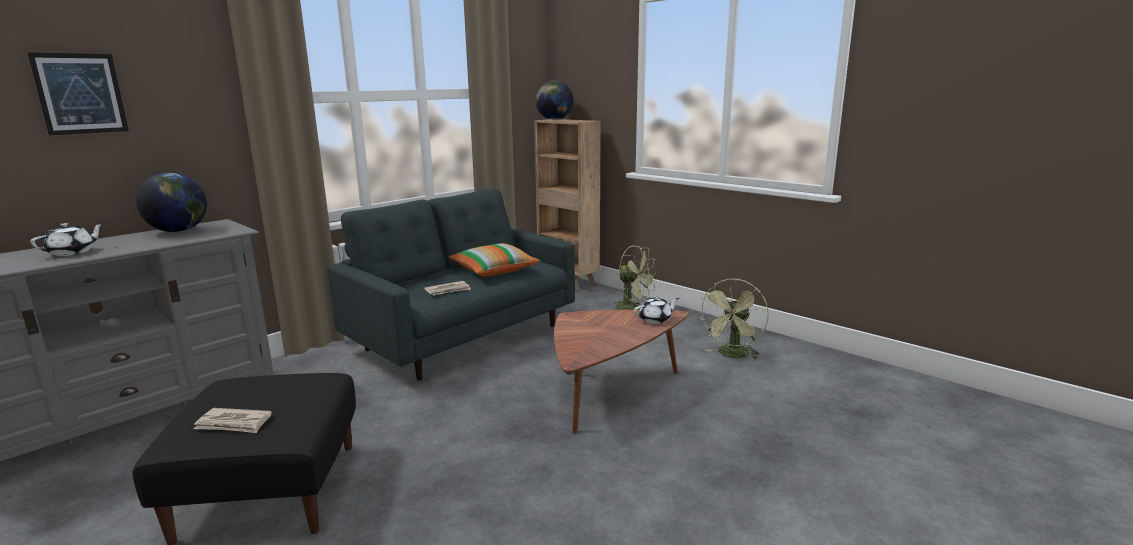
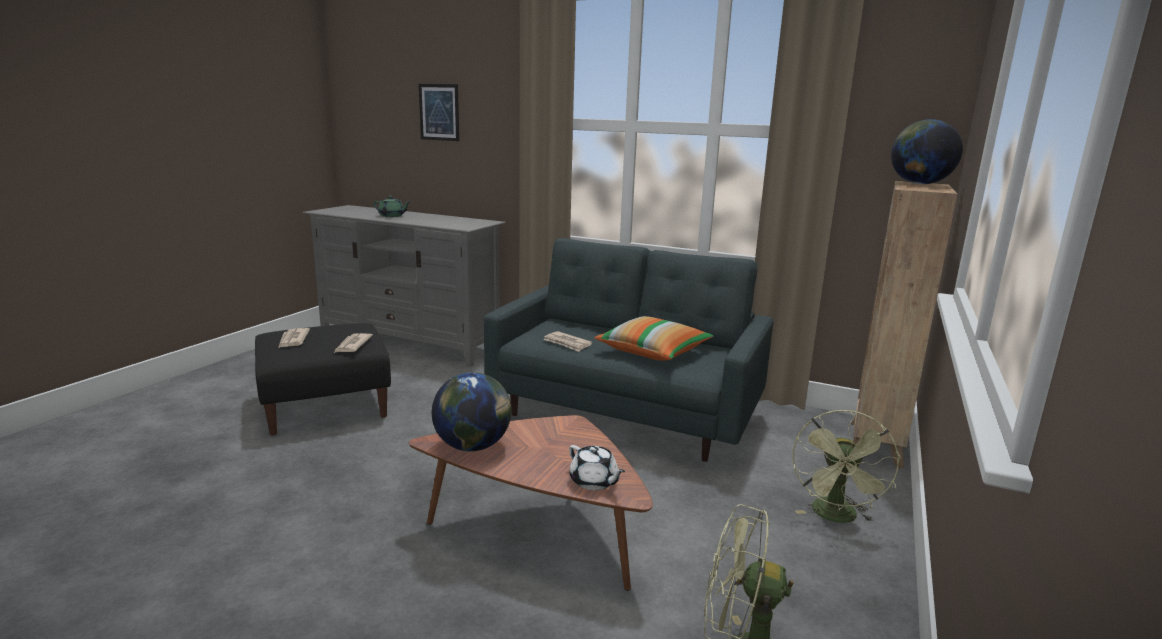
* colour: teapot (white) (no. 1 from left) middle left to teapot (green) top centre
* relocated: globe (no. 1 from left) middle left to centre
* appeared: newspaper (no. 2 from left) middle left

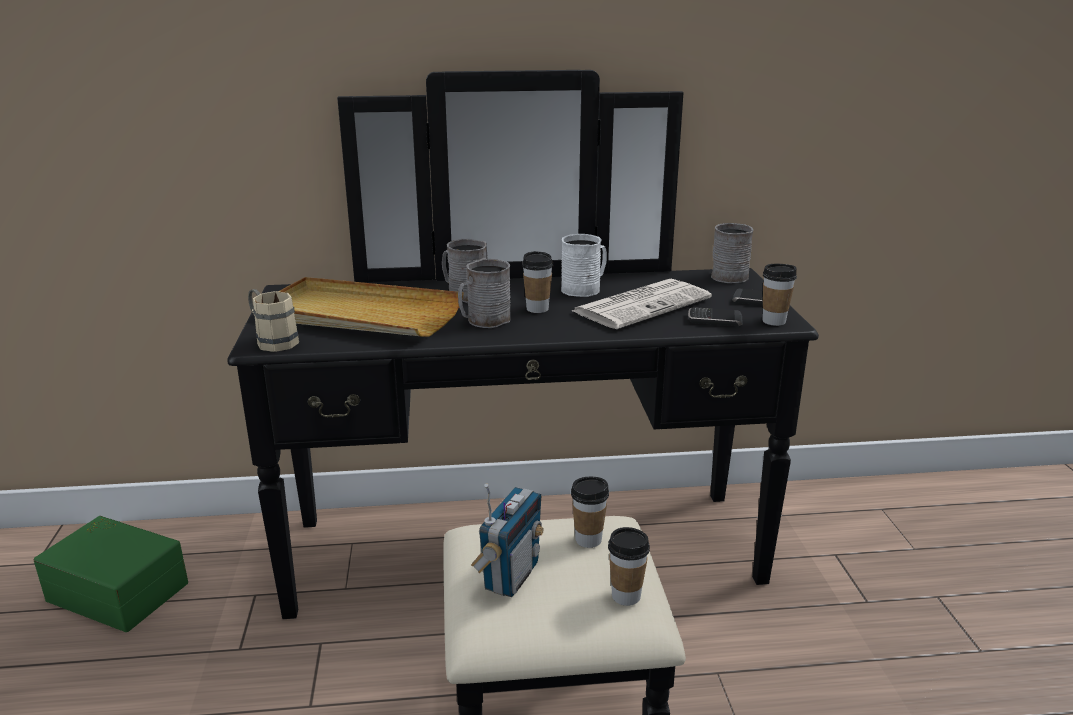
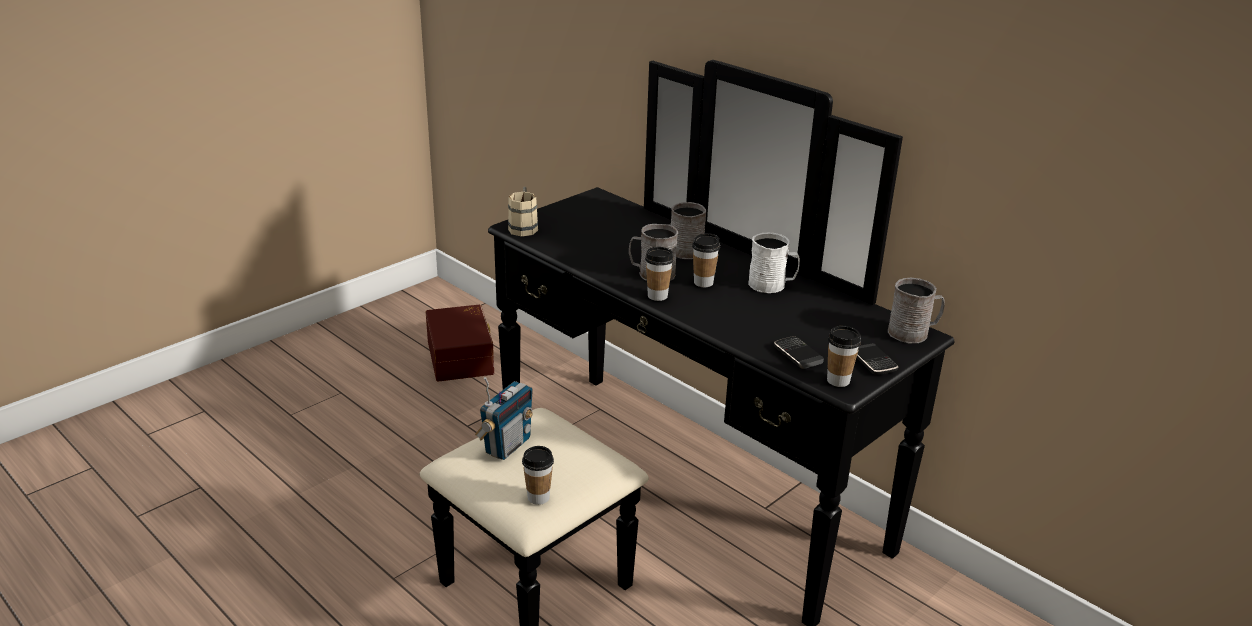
* colour: storage box (green) bottom left to storage box (brown) centre
* missing: tray (beige) centre
* spun: radio bottom centre = bottom centre 45 degrees counterclockwise
* relocated: cup (no. 2 from left) bottom centre to centre
* missing: newspaper centre

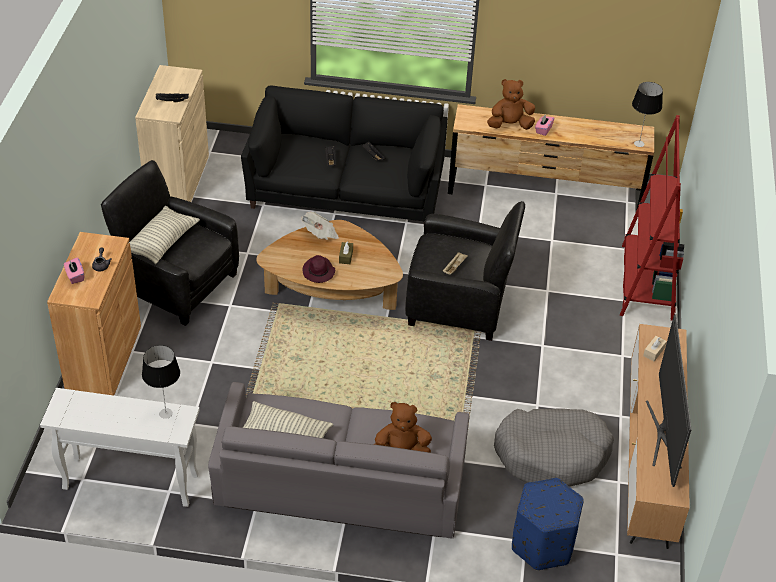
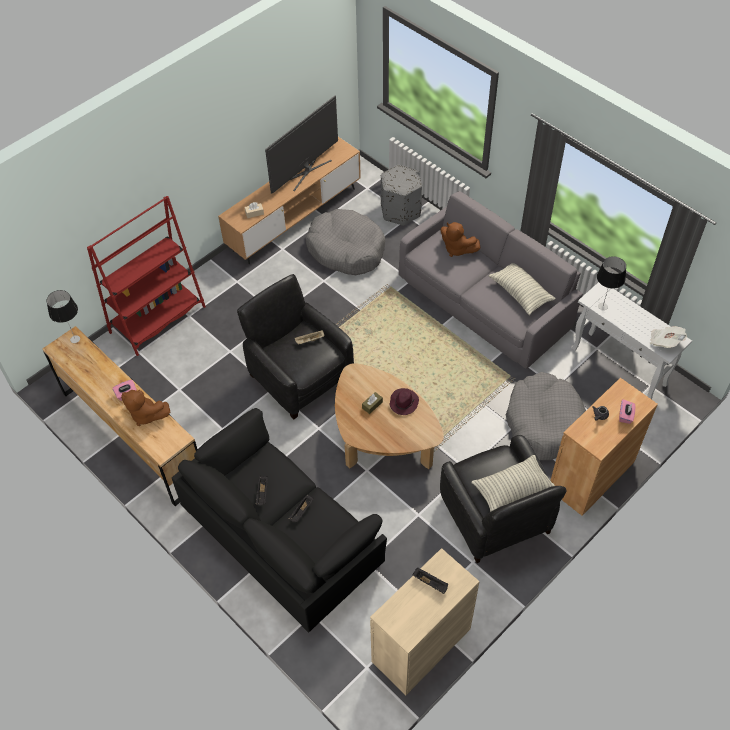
* relocated: newspaper centre to middle right
* colour: ottoman (blue) bottom right to ottoman (grey) top centre
* appeared: dog bed (grey) (no. 2 from left) middle right

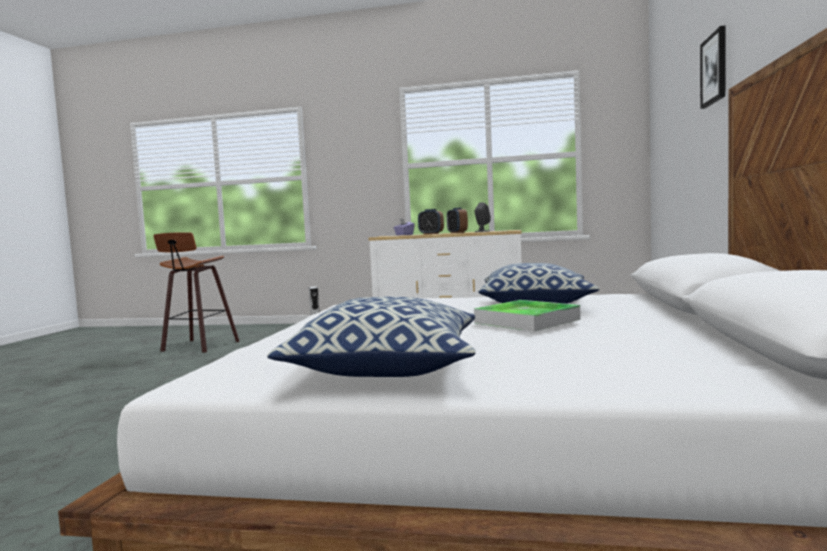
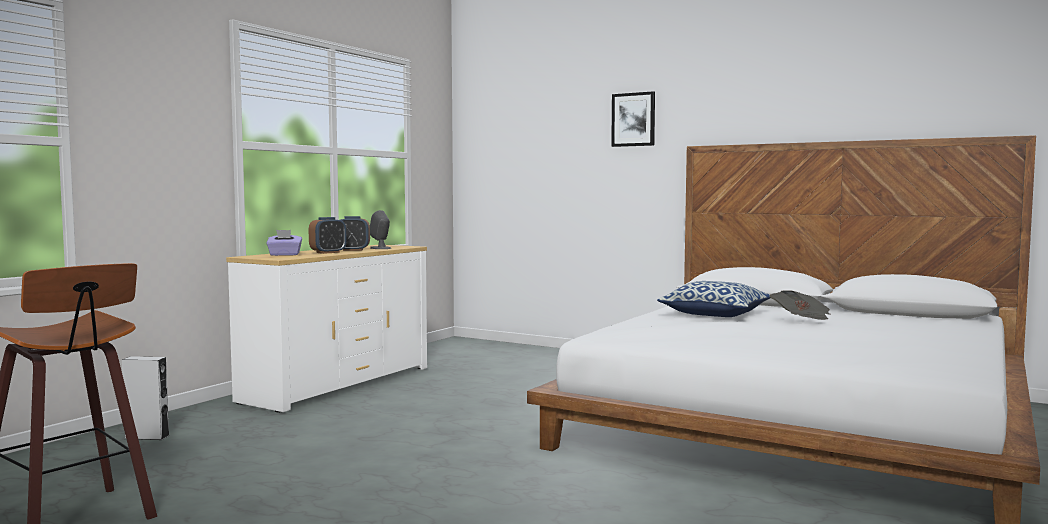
* missing: pillow (no. 1 from left) centre
* exchanged: tray centre to newspaper middle right

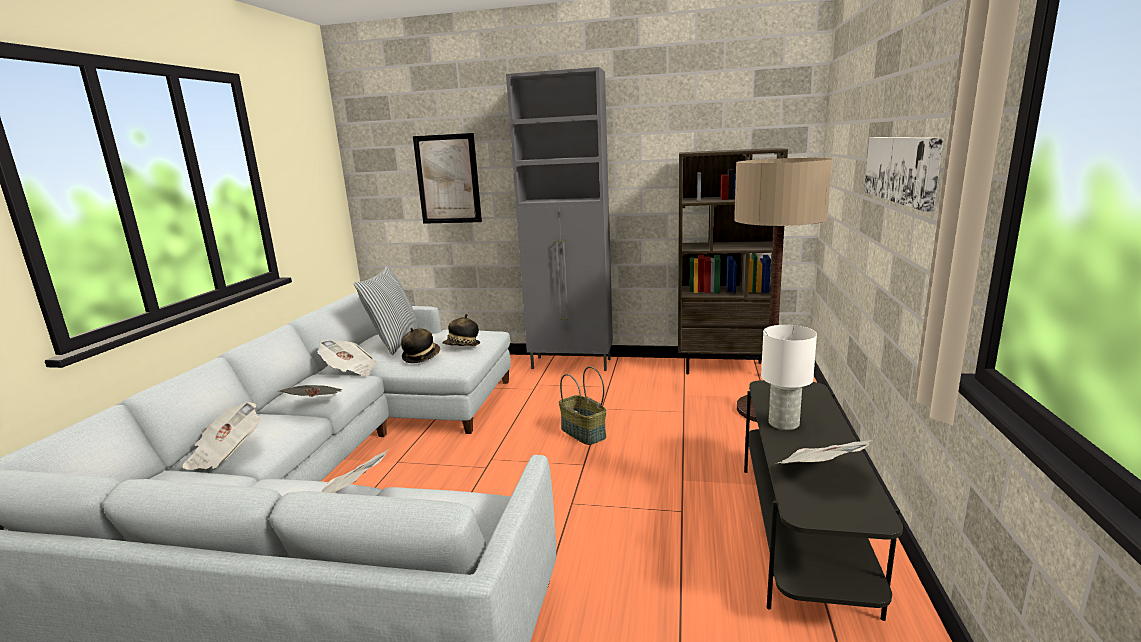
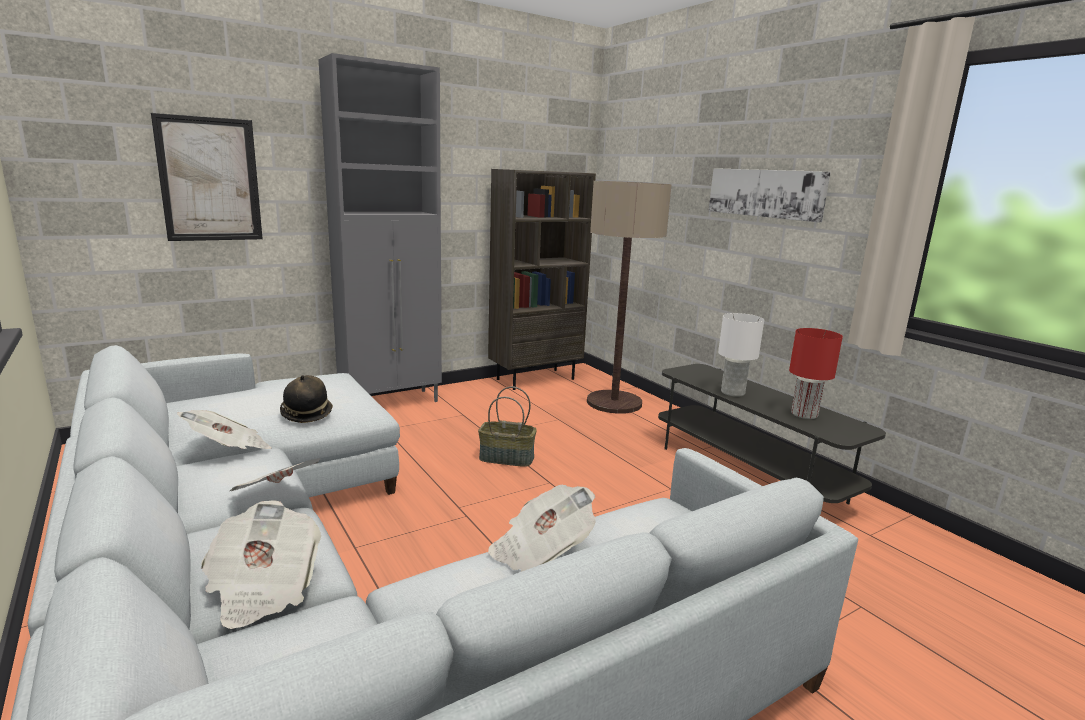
* missing: pillow centre
* missing: hat (no. 2 from left) centre
* exchanged: newspaper (no. 5 from left) bottom right to table lamp (red) middle right

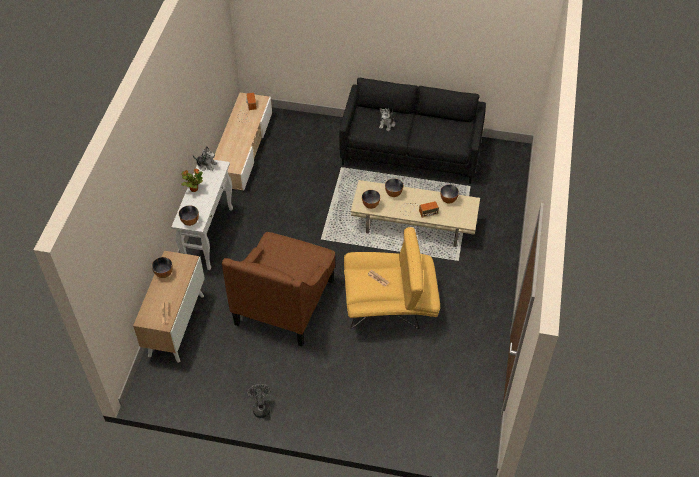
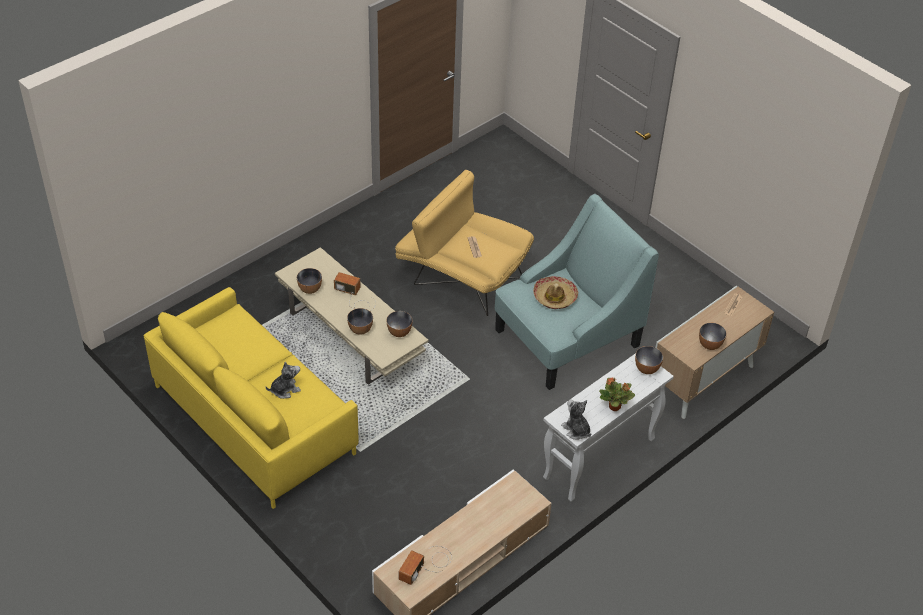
* colour: armchair (brown) centre to armchair (turquoise) centre
* missing: fan (grey) bottom centre
* colour: sofa (black) top centre to sofa (yellow) middle left
* appeared: hat centre

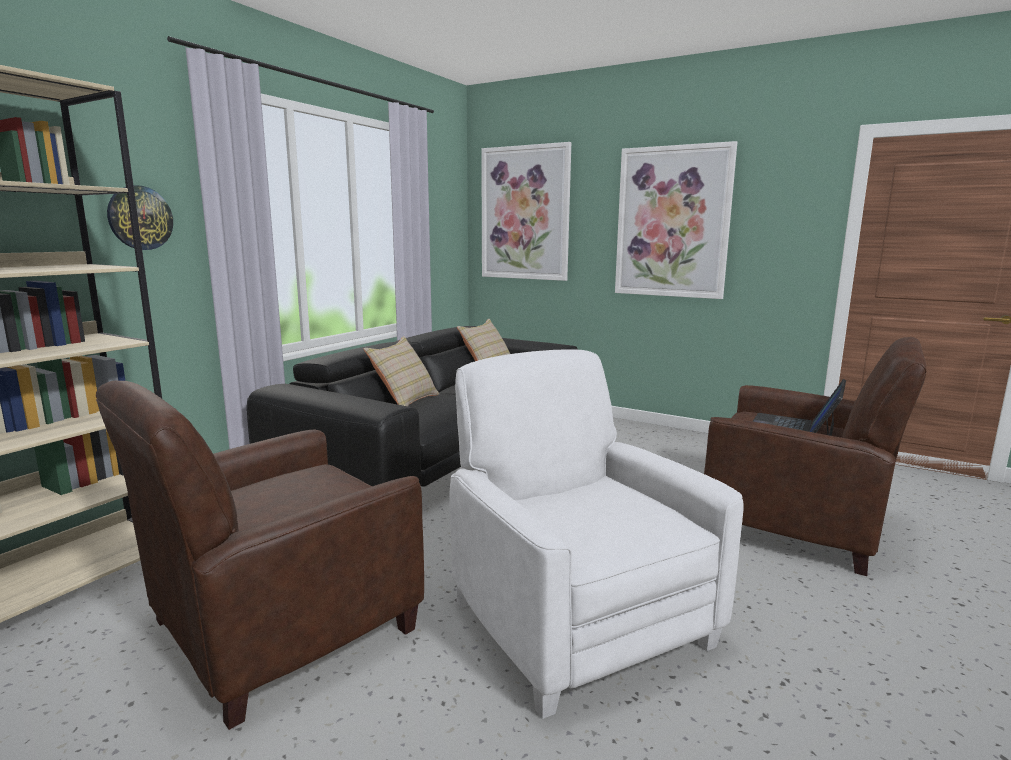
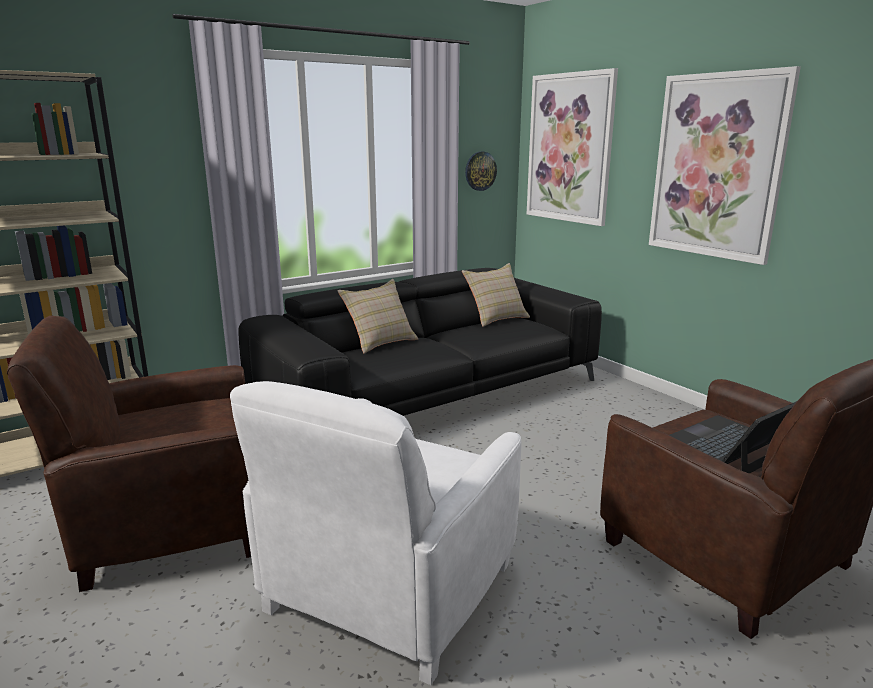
* relocated: wall clock top left to top centre
* spun: armchair (white) bottom centre = bottom centre 150 degrees counterclockwise

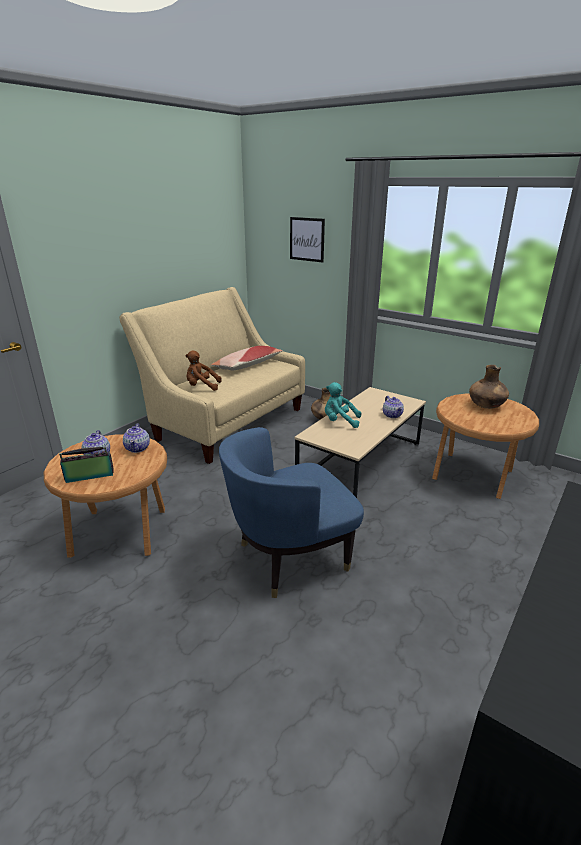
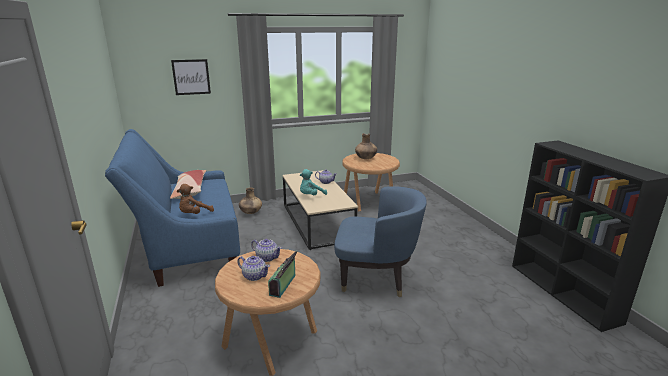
* colour: sofa (beige) centre to sofa (blue) middle left
* spun: armchair (blue) centre = centre 90 degrees counterclockwise

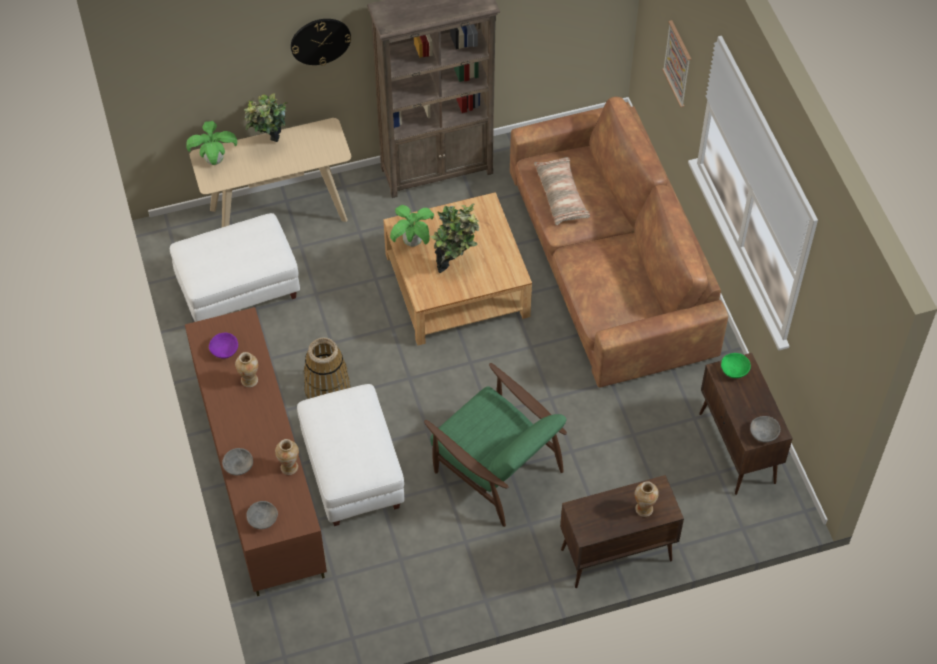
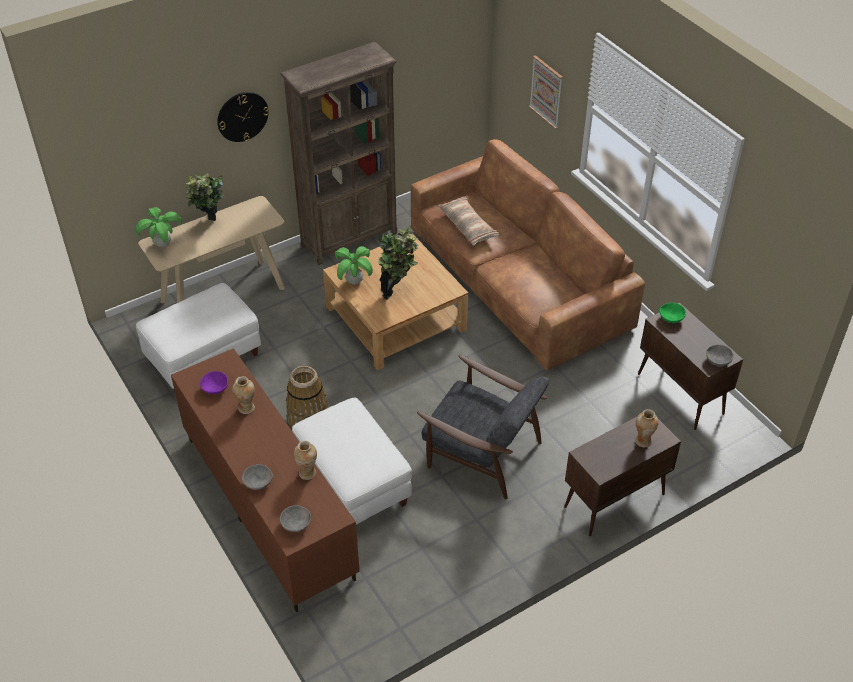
* colour: armchair (green) bottom centre to armchair (grey) centre

